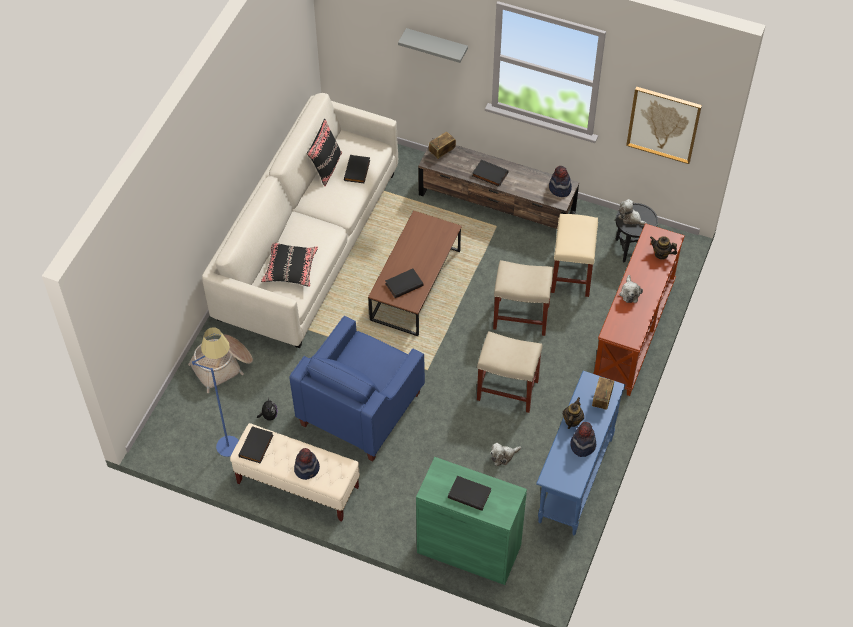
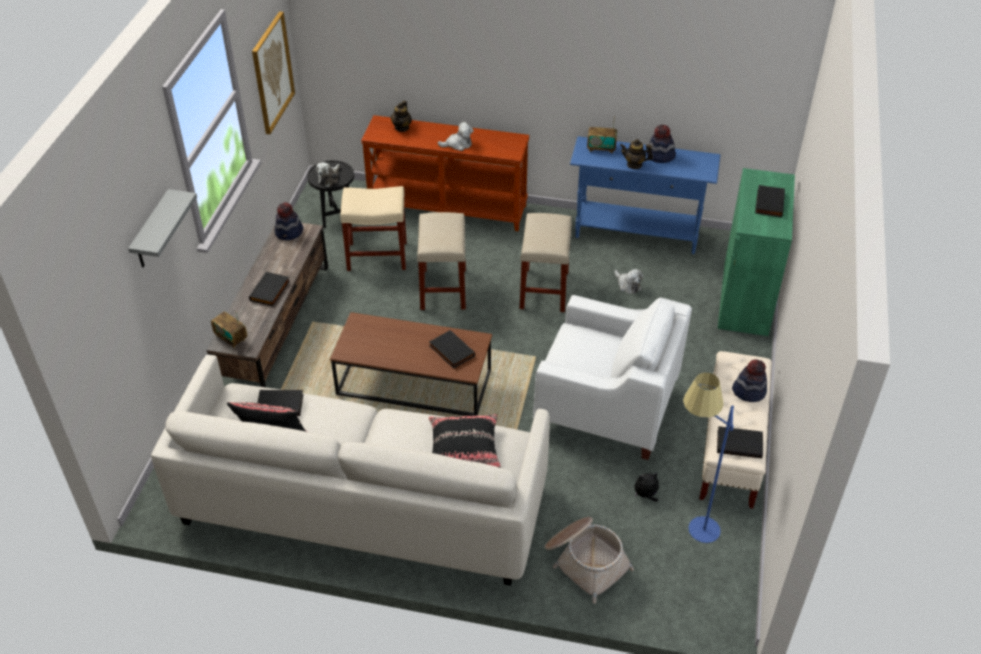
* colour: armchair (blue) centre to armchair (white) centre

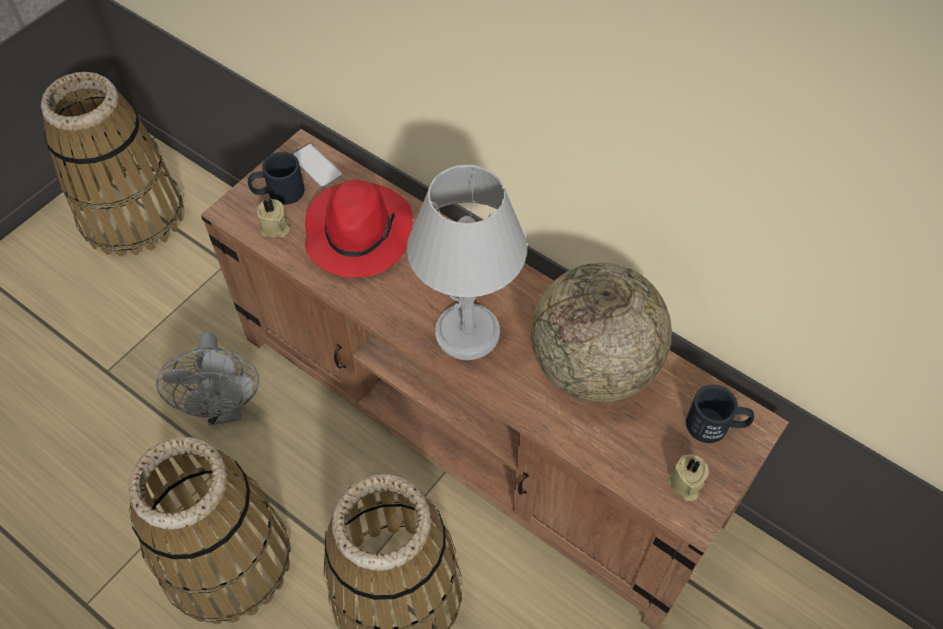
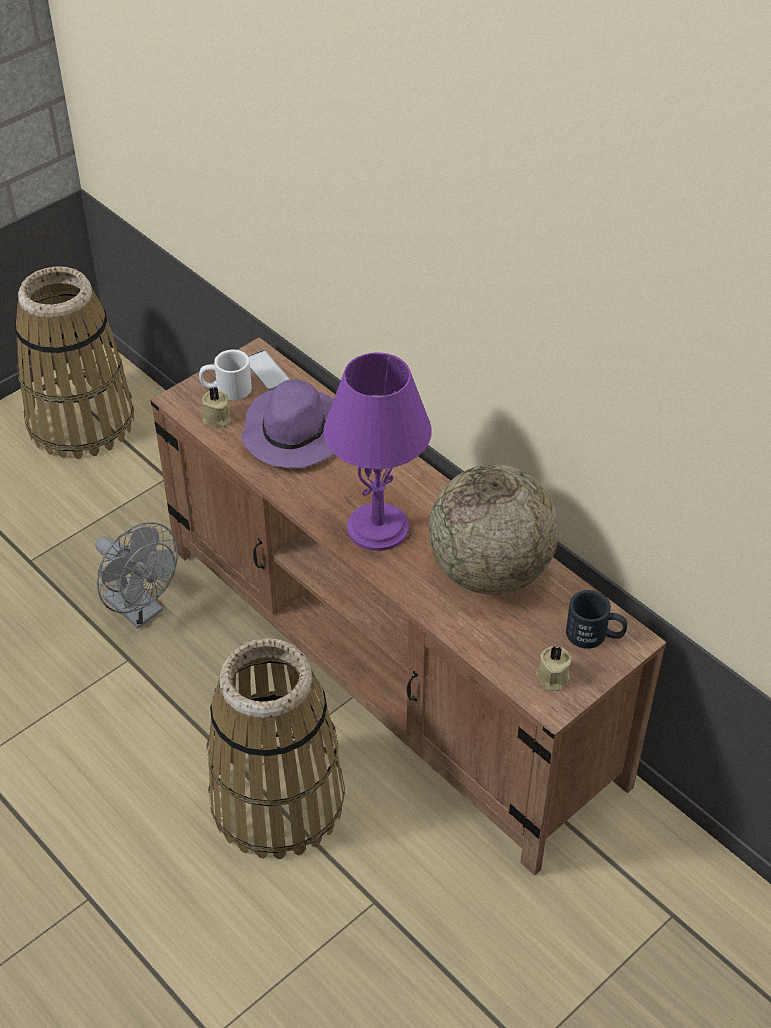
* missing: basket (no. 2 from left) bottom left
* spun: fan (grey) middle left = middle left 45 degrees counterclockwise
* colour: mug (black) (no. 1 from left) top left to mug (white) middle left
* colour: hat (red) centre to hat (purple) centre
* colour: table lamp (grey) centre to table lamp (purple) centre

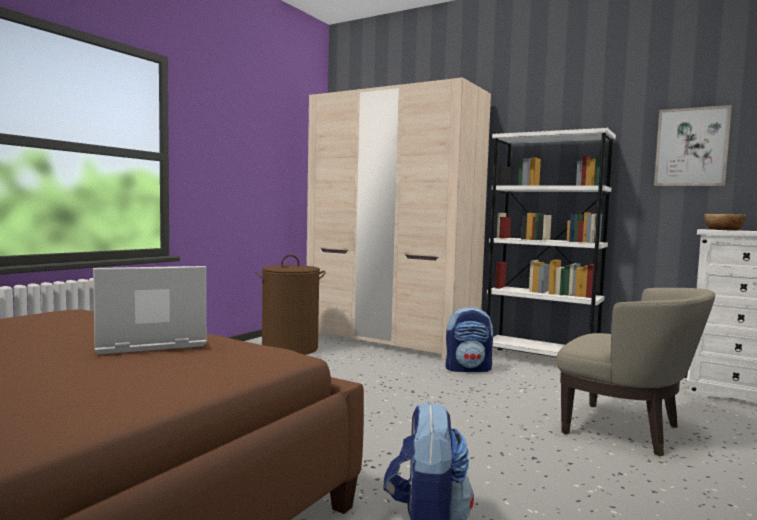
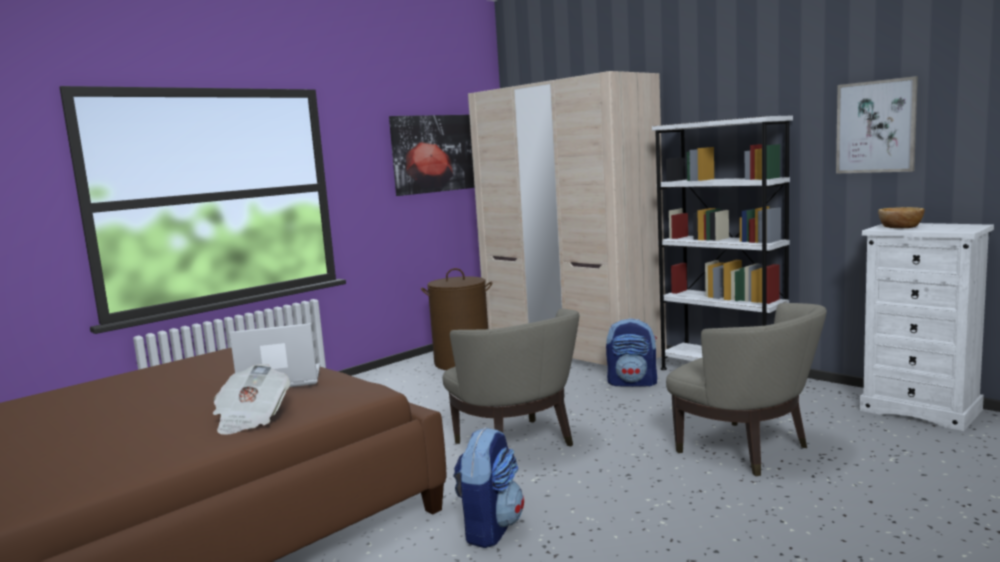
* appeared: newspaper bottom left
* appeared: picture (no. 1 from left) top centre
* appeared: armchair (beige) (no. 1 from left) bottom centre

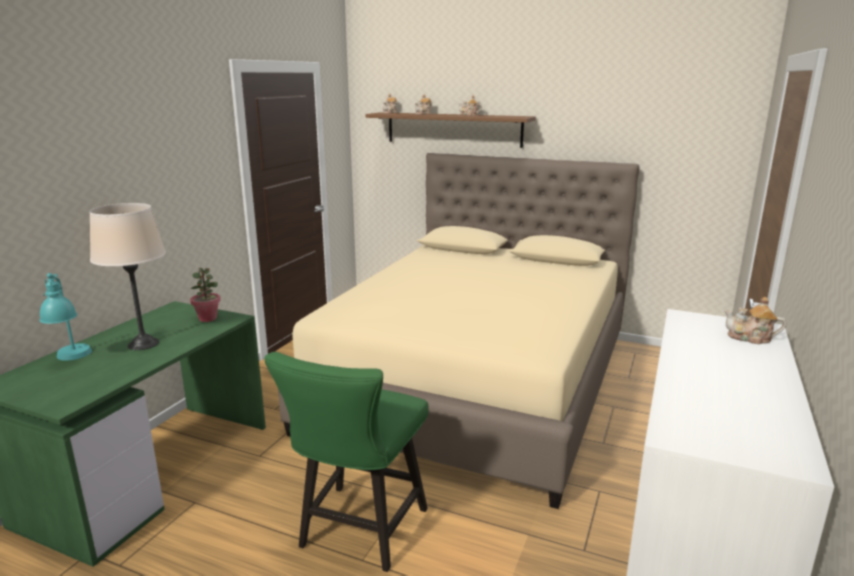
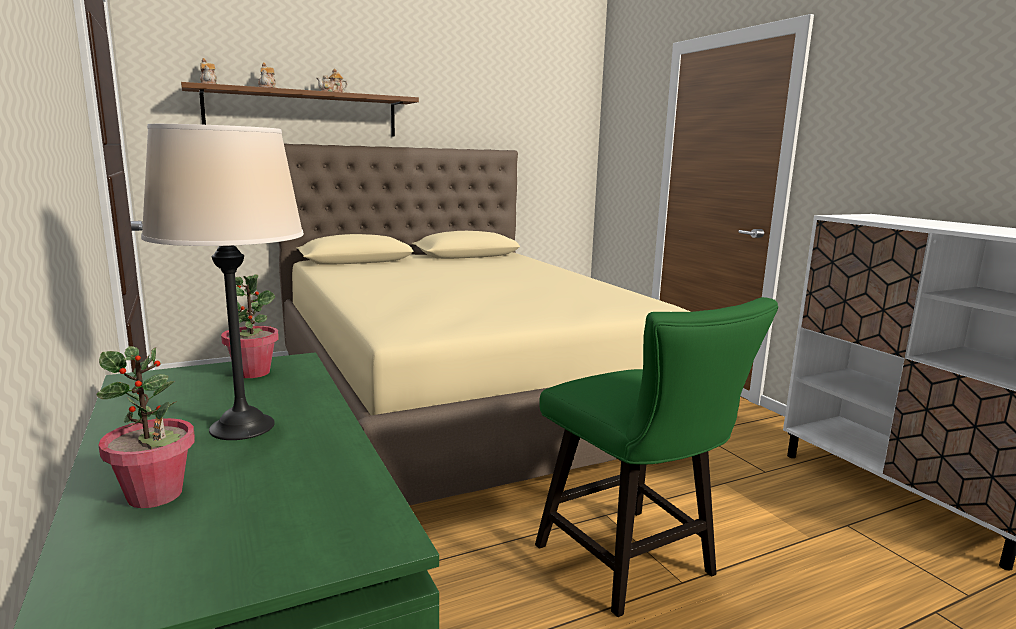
* exchanged: table lamp (turquoise) middle left to potted plant (no. 1 from left) bottom left
* missing: teapot (no. 4 from left) middle right

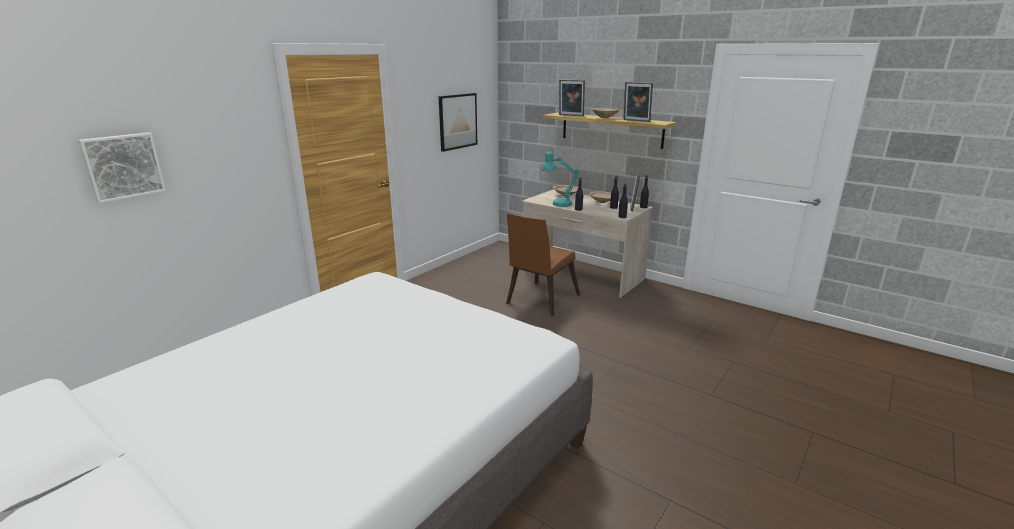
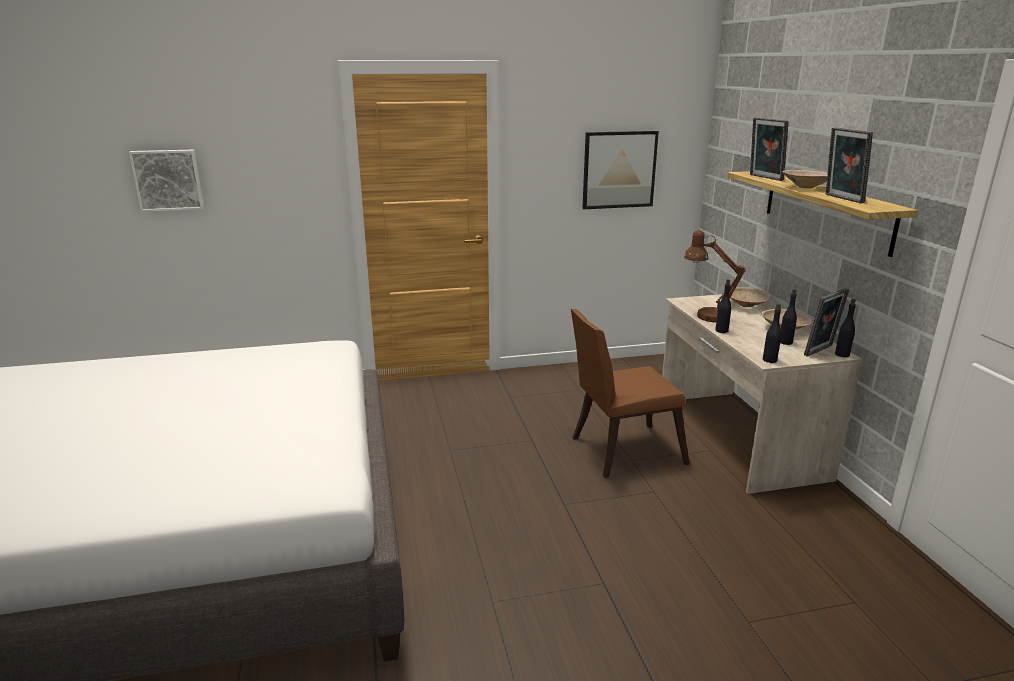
* colour: table lamp (turquoise) centre to table lamp (brown) middle right

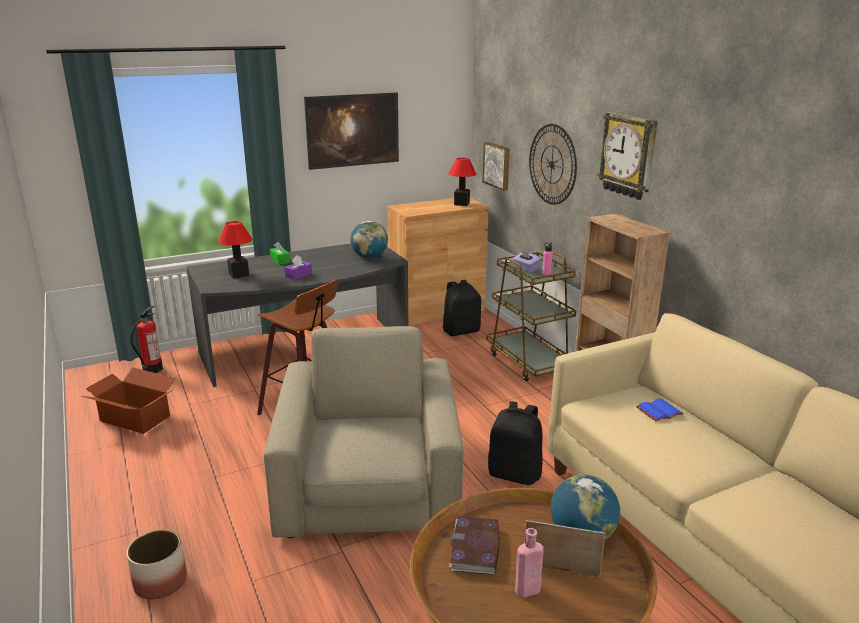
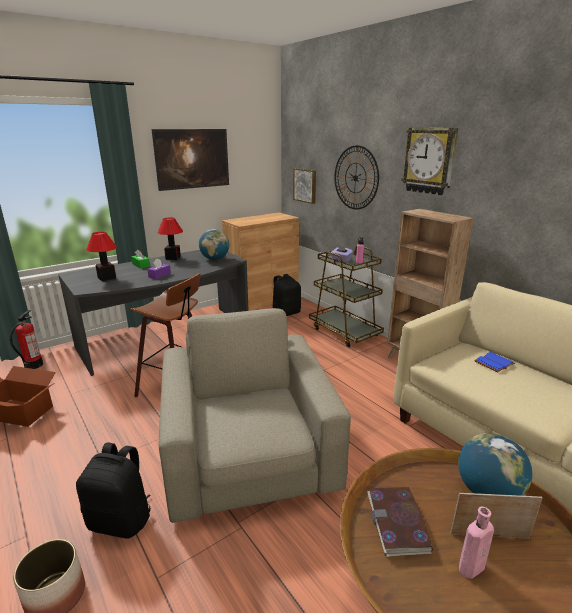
* relocated: table lamp (no. 2 from left) top centre to middle left
* relocated: backpack (black) (no. 2 from left in the first image) bottom centre to backpack (black) (no. 1 from left) bottom left

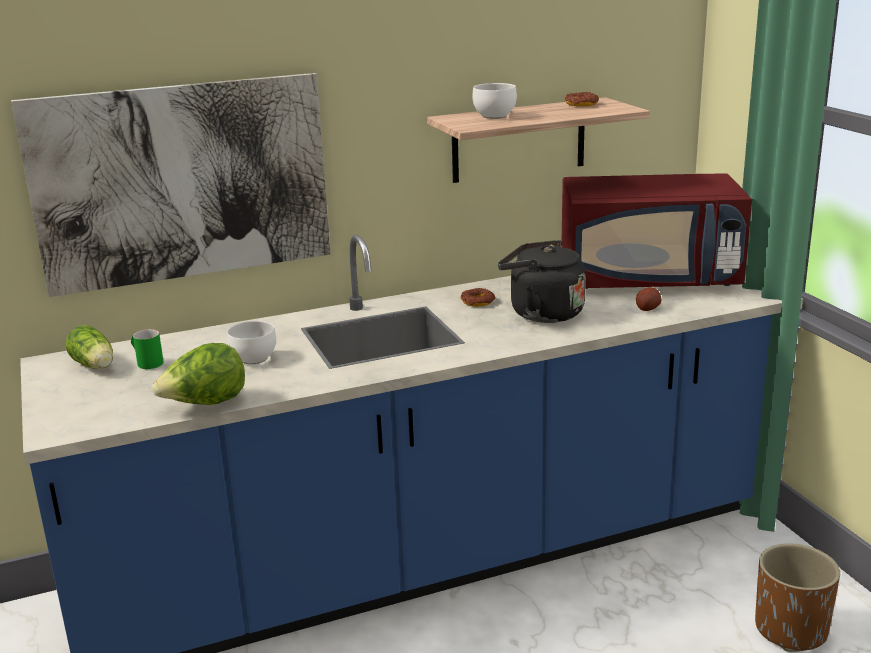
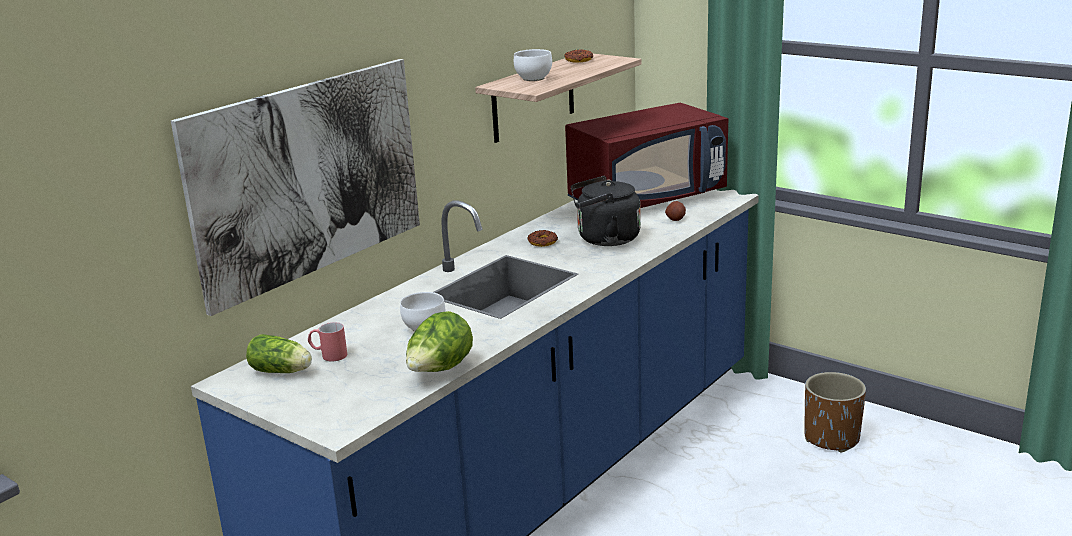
* colour: mug (green) middle left to mug (red) middle left

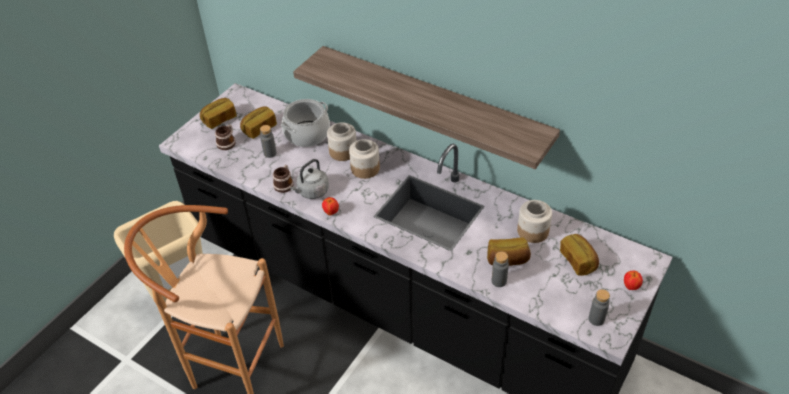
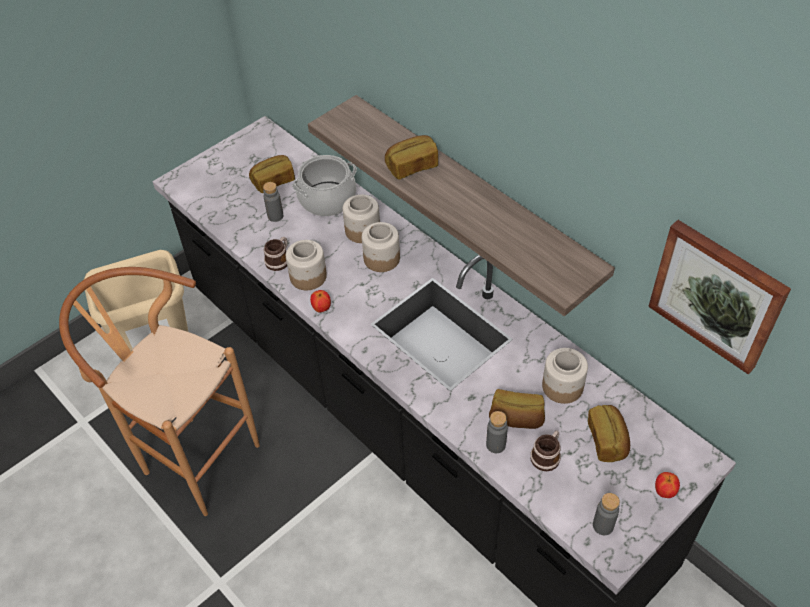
* relocated: bread (no. 1 from left in the first image) top left to bread (no. 2 from left) top centre
* relocated: mug (no. 1 from left in the first image) middle left to mug (no. 2 from left) bottom right
* exchanged: kettle (grey) centre to jar (no. 1 from left) centre
* appeared: picture middle right

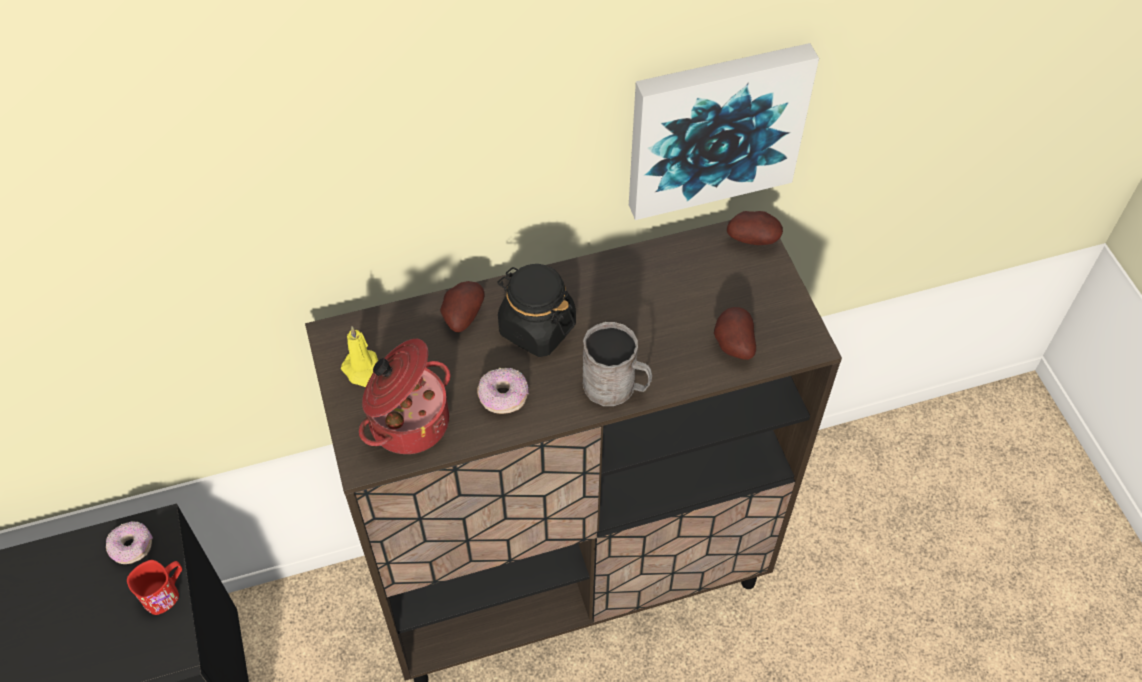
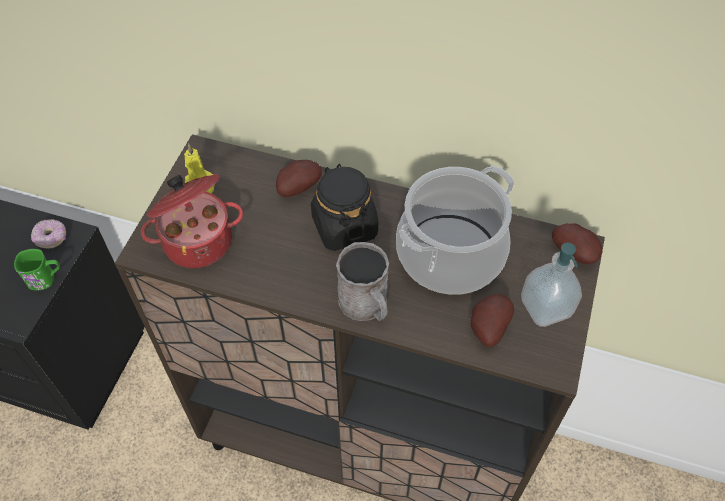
* colour: mug (red) bottom left to mug (green) middle left
* missing: donut (no. 2 from left) centre
* missing: picture top centre
* appeared: cooking pot (no. 2 from left) centre
* appeared: soap dispenser middle right

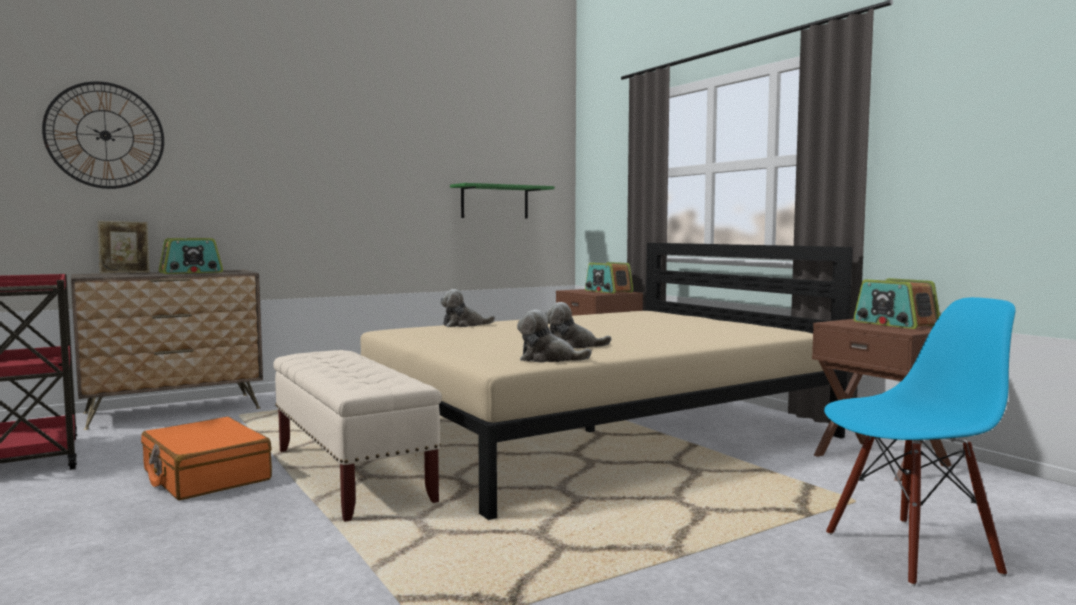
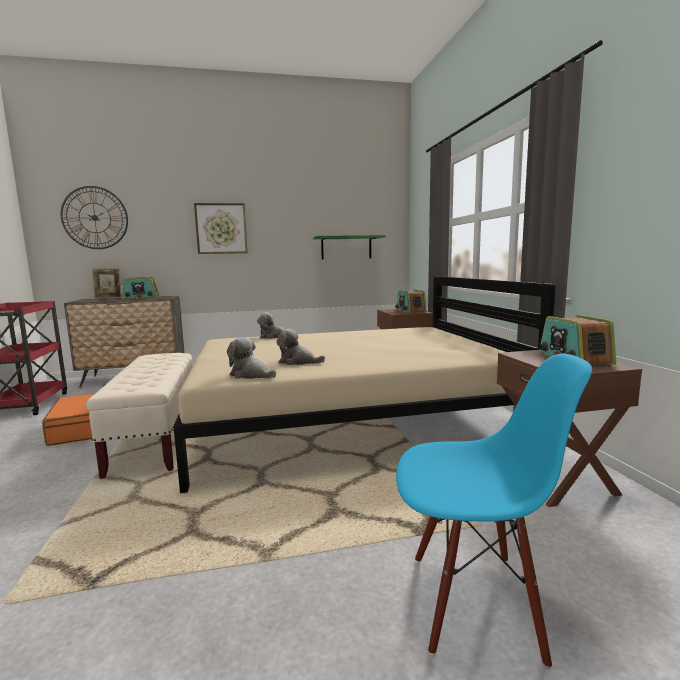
* appeared: picture middle left

